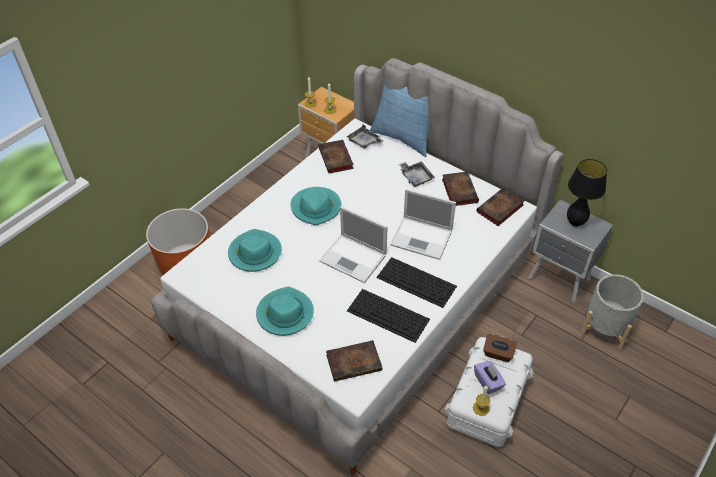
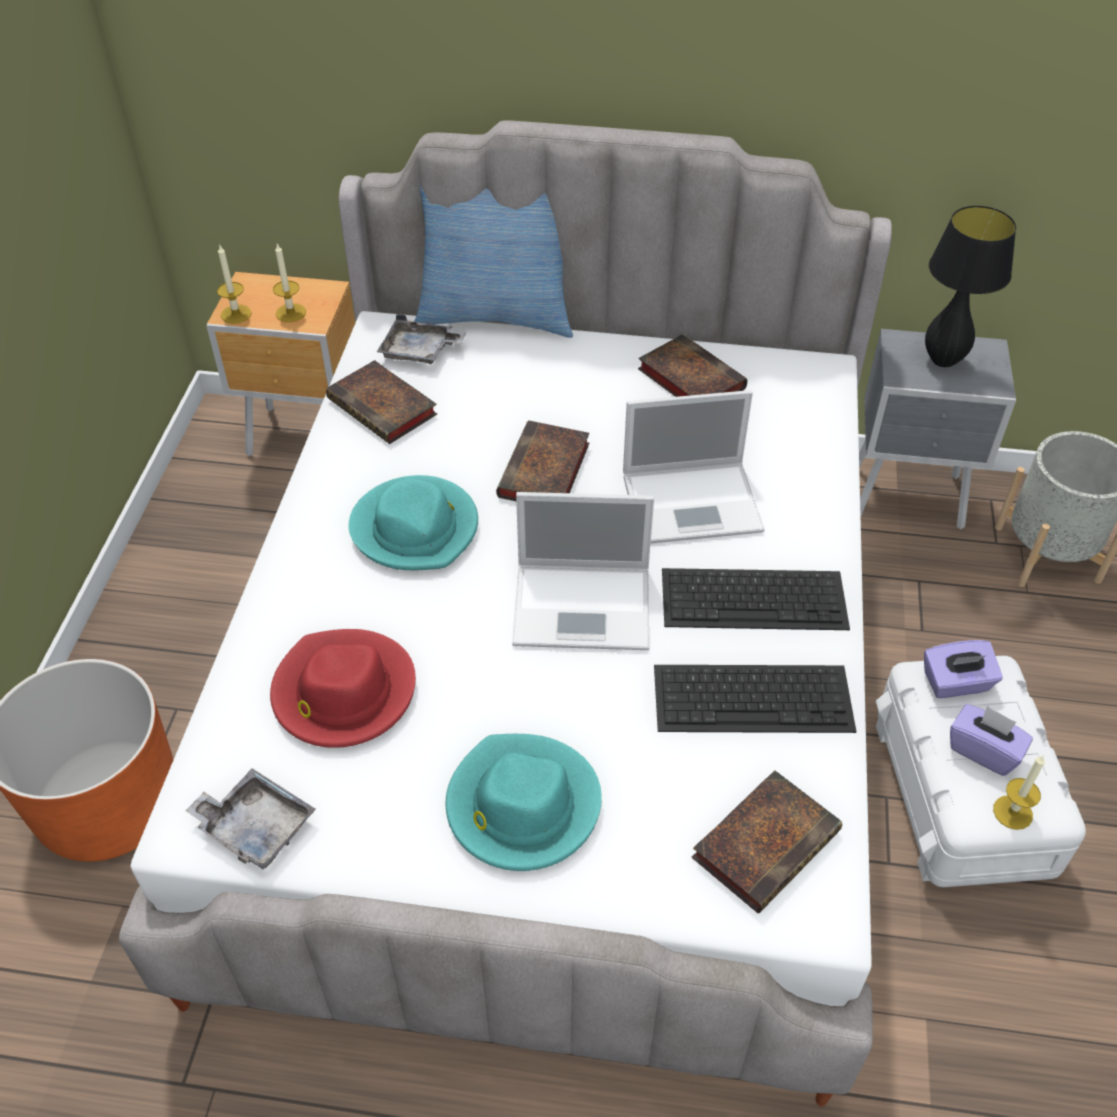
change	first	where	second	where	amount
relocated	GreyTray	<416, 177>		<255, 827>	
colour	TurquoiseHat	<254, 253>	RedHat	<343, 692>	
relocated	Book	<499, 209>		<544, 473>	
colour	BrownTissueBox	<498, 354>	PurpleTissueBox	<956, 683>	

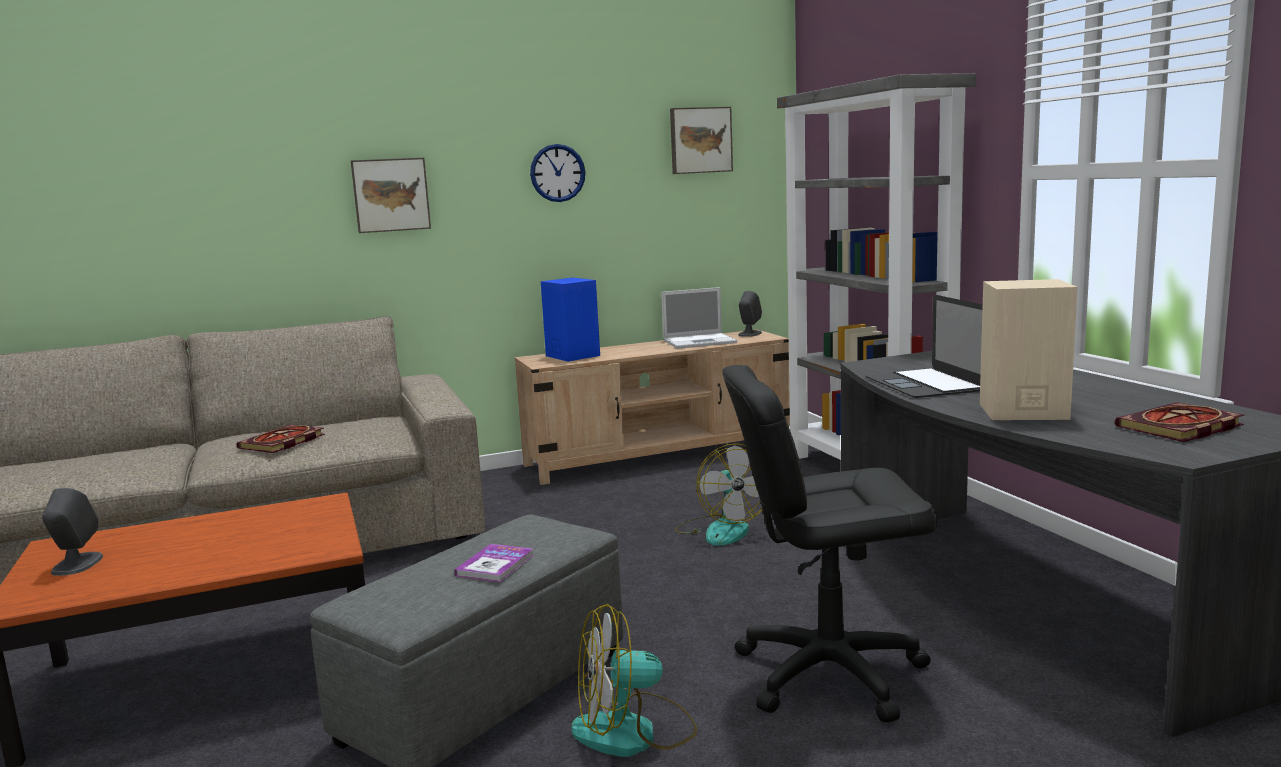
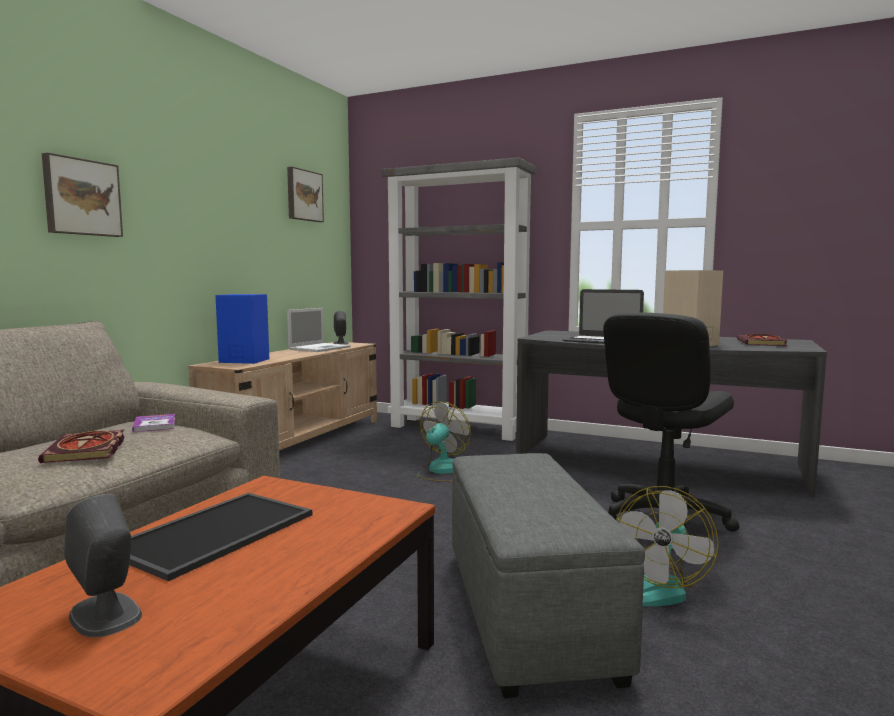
change	first	where	second	where	amount
appeared			Tray	<215, 534>	
relocated	Book	<495, 565>		<154, 425>	
spun	Fan	<722, 529>		<443, 471>	90 degrees counterclockwise
missing	WallClock	<557, 173>			

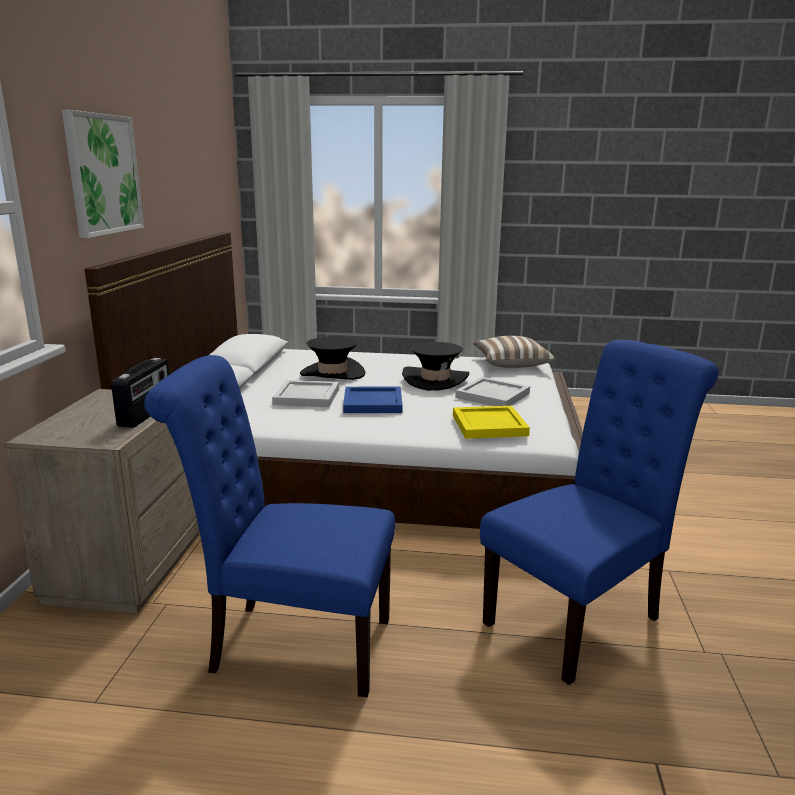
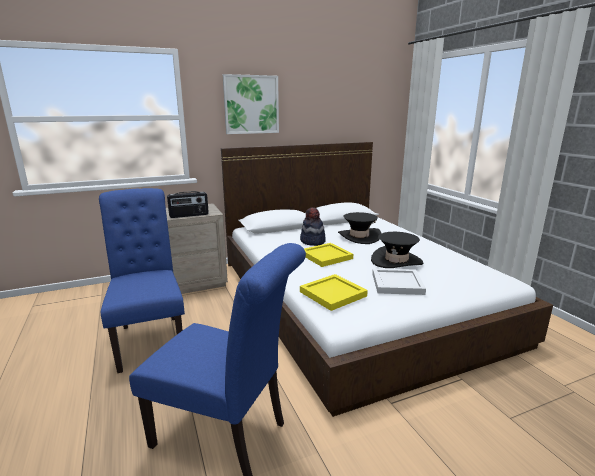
change	first	where	second	where	amount
exchanged	WhiteTray	<307, 397>	Hat	<312, 241>	
colour	BlueTray	<372, 403>	YellowTray	<326, 256>	
missing	Pillow	<511, 364>			

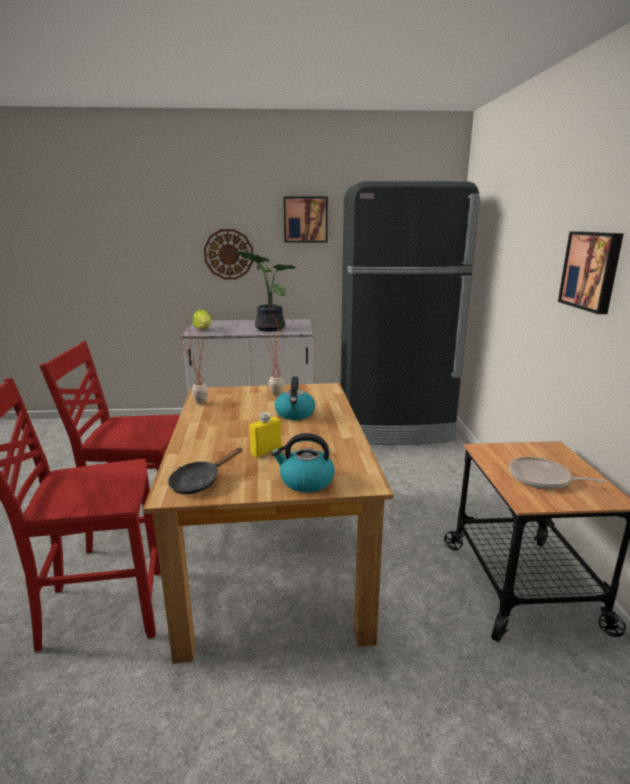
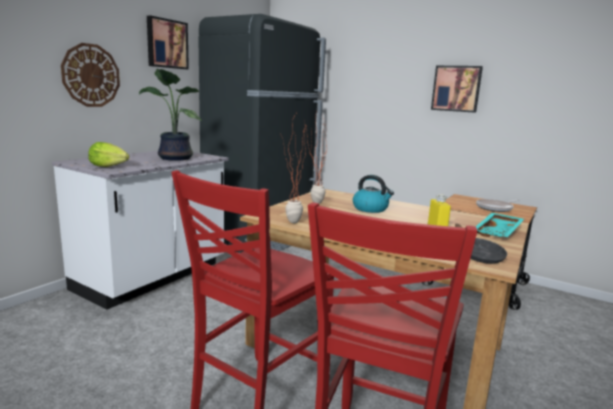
change	first	where	second	where	amount
exchanged	Kettle	<305, 481>	TurquoiseTray	<498, 232>	

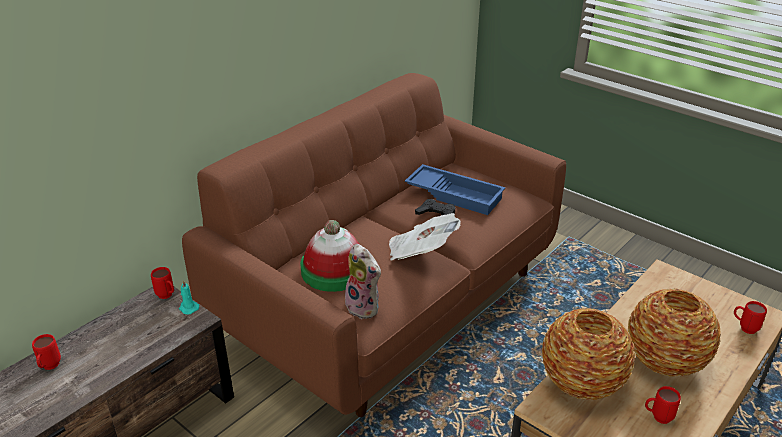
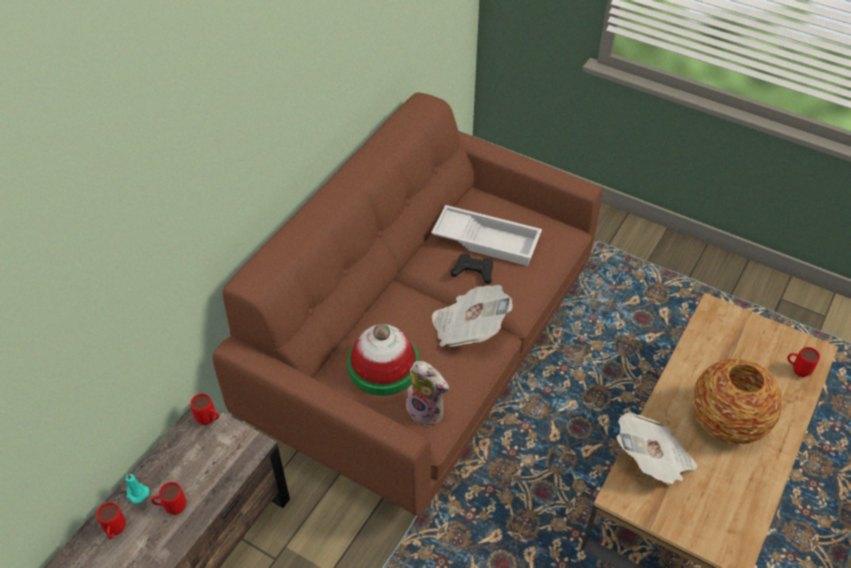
change	first	where	second	where	amount
relocated	TurquoiseCandle	<188, 308>		<136, 493>	
relocated	RedMug	<657, 417>		<171, 508>	
colour	BlueTray	<455, 194>	WhiteTray	<487, 239>	
exchanged	Vase	<582, 382>	Newspaper	<652, 460>	

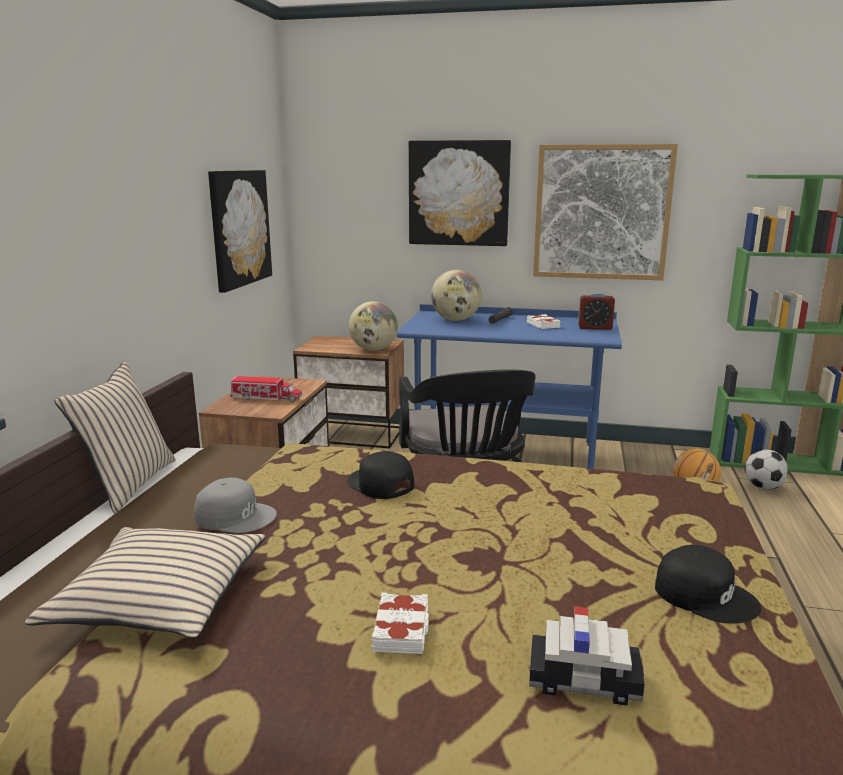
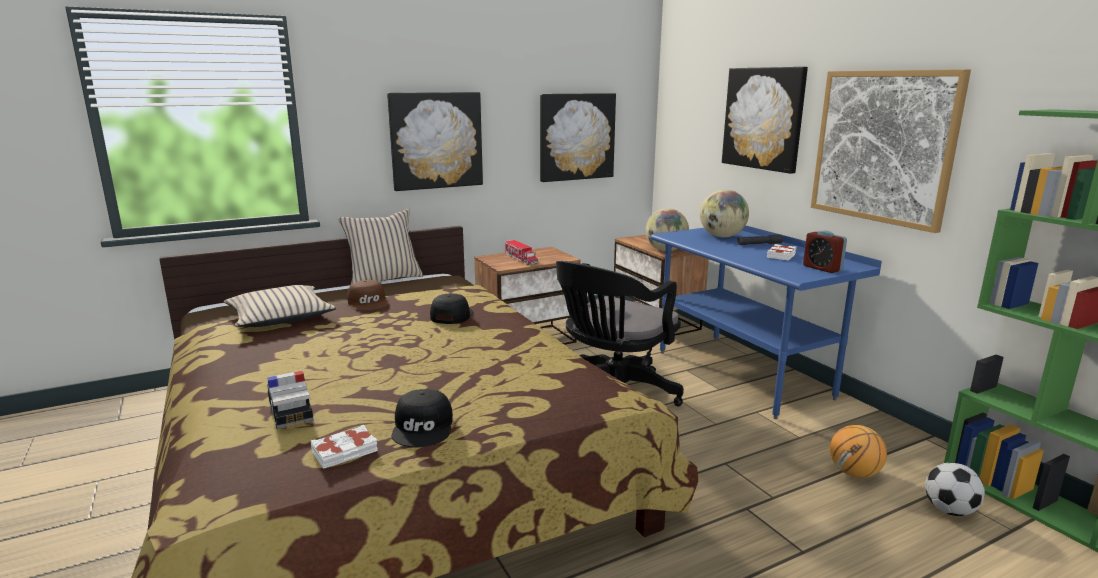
change	first	where	second	where	amount
relocated	WhiteBook	<402, 629>		<345, 452>	
colour	GreyCap	<235, 516>	BrownCap	<369, 303>	
appeared			Picture	<436, 140>	

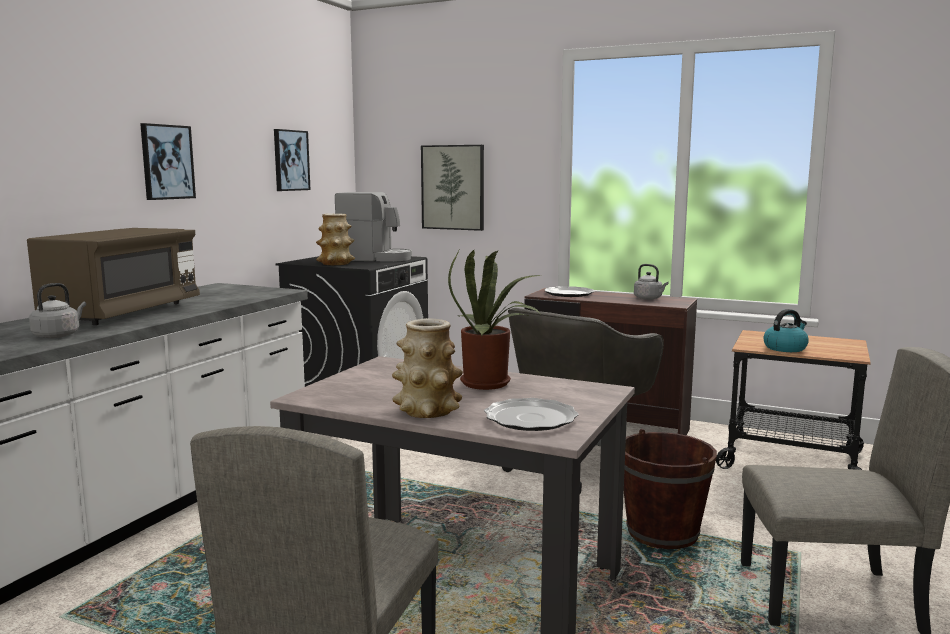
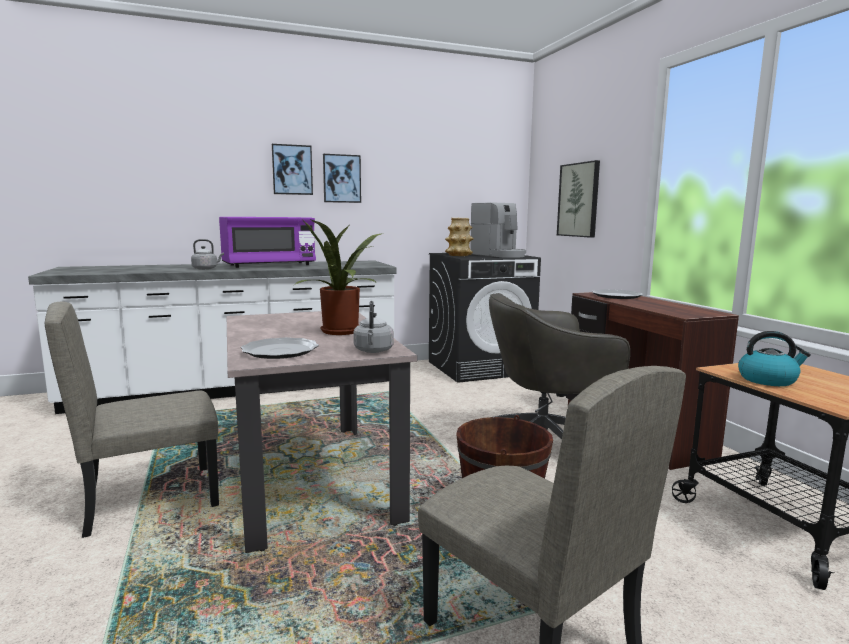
change	first	where	second	where	amount
colour	BrownMicrowave	<123, 313>	PurpleMicrowave	<269, 265>	
relocated	Picture	<290, 160>		<292, 170>	
relocated	GreyKettle	<649, 298>		<373, 351>	
missing	Vase	<427, 411>			

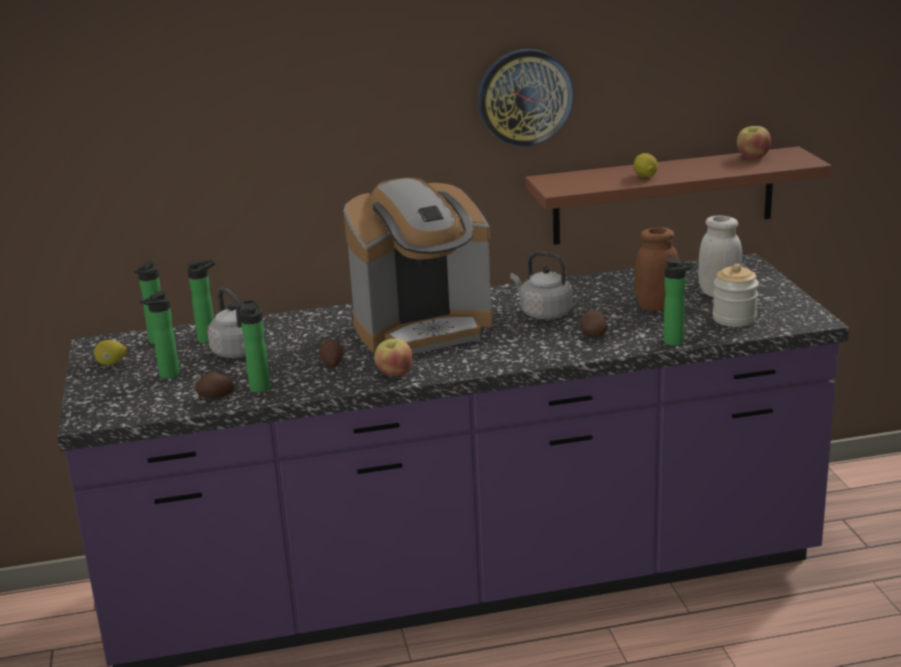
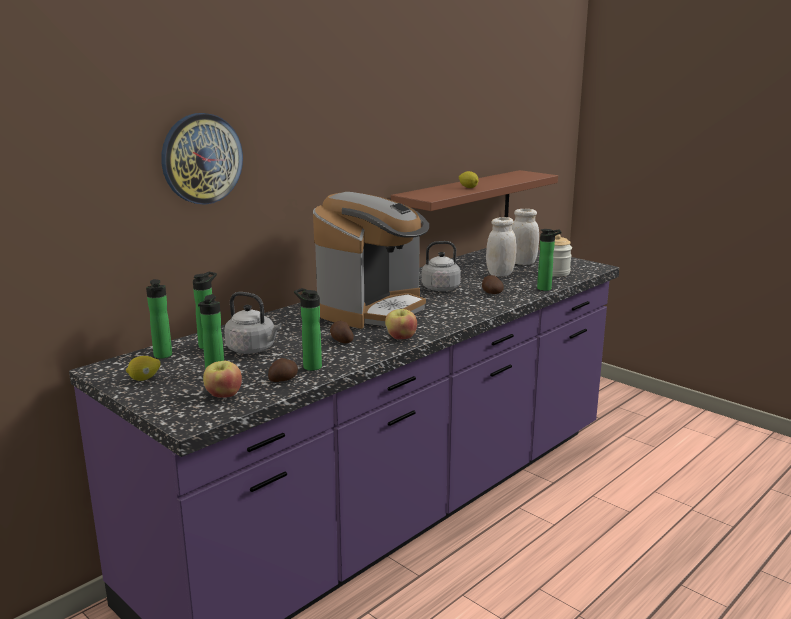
change	first	where	second	where	amount
relocated	WallClock	<524, 97>		<201, 158>	
relocated	Apple	<752, 157>		<223, 395>	
colour	BrownJar	<656, 307>	WhiteJar	<500, 274>	

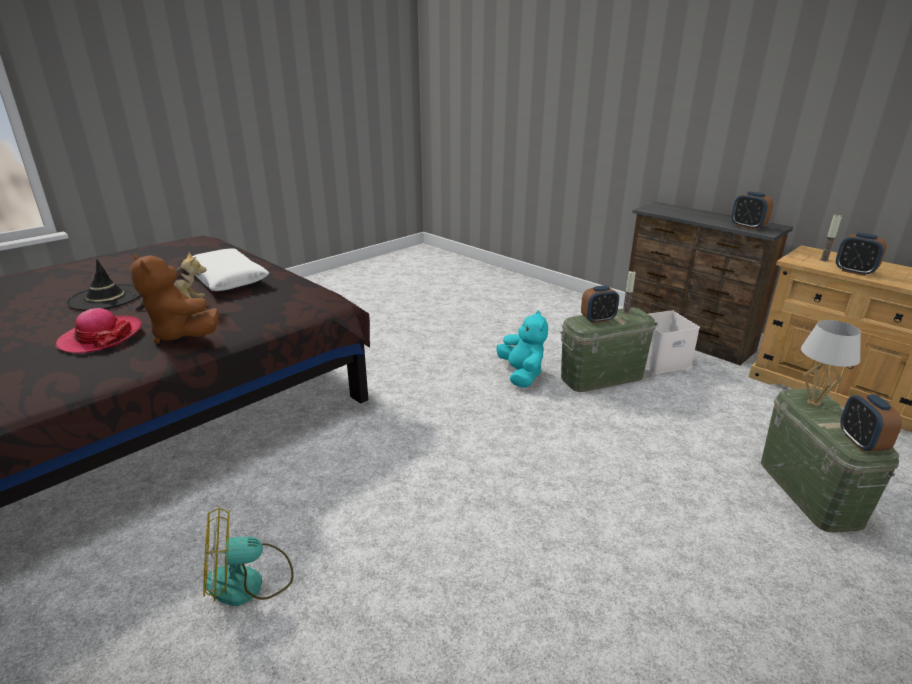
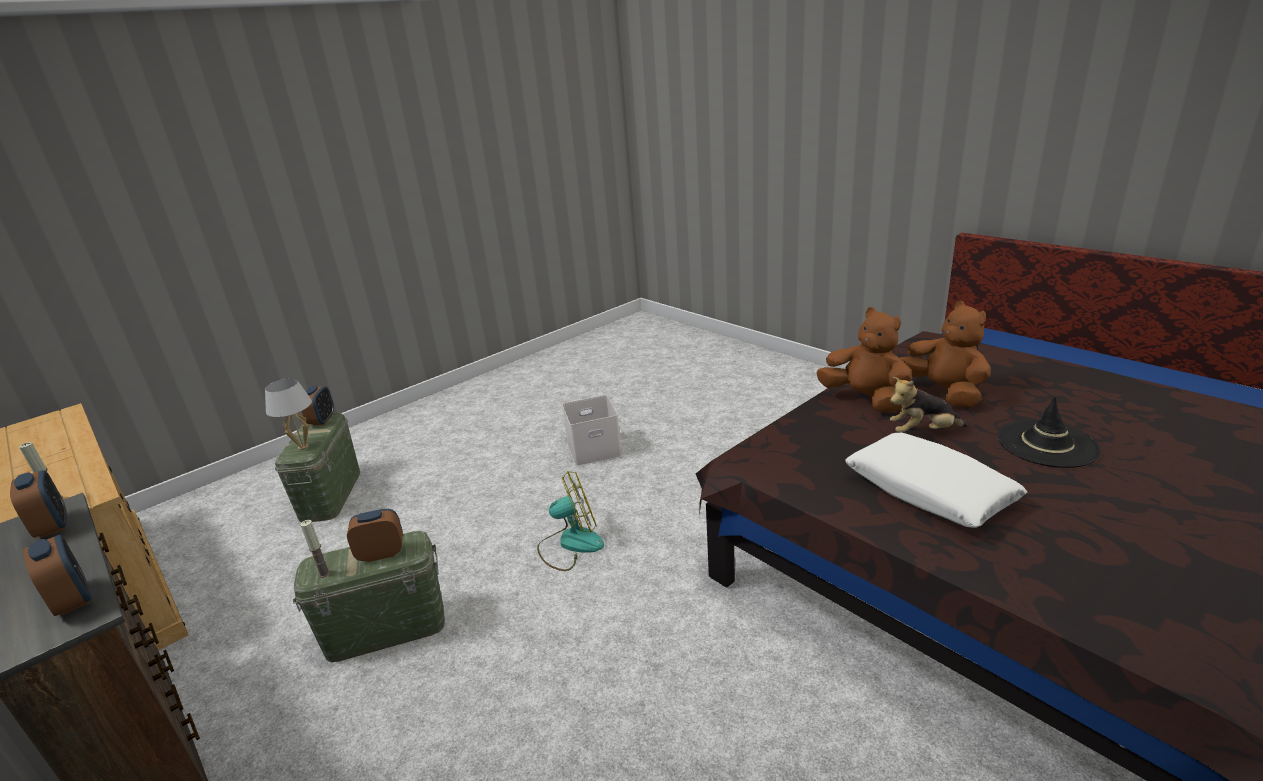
change	first	where	second	where	amount
relocated	AlarmClock	<854, 271>		<73, 600>	
relocated	Fan	<249, 582>		<570, 544>	
relocated	WhiteStorageBox	<660, 360>		<593, 450>	
exchanged	Hat	<101, 337>	BrownPlushToy	<944, 392>	
missing	TurquoisePlushToy	<521, 375>			

